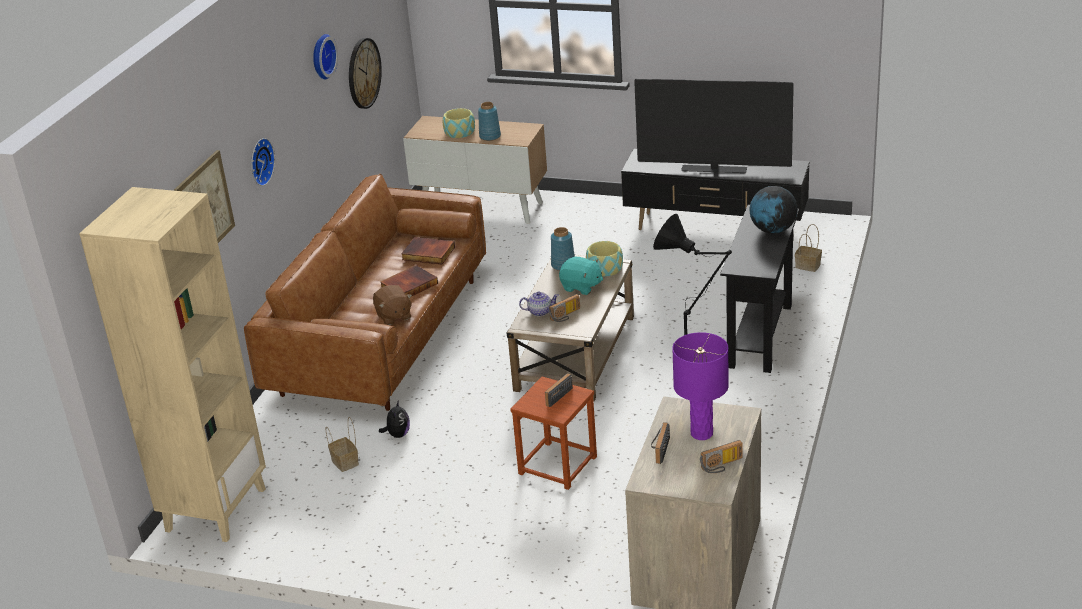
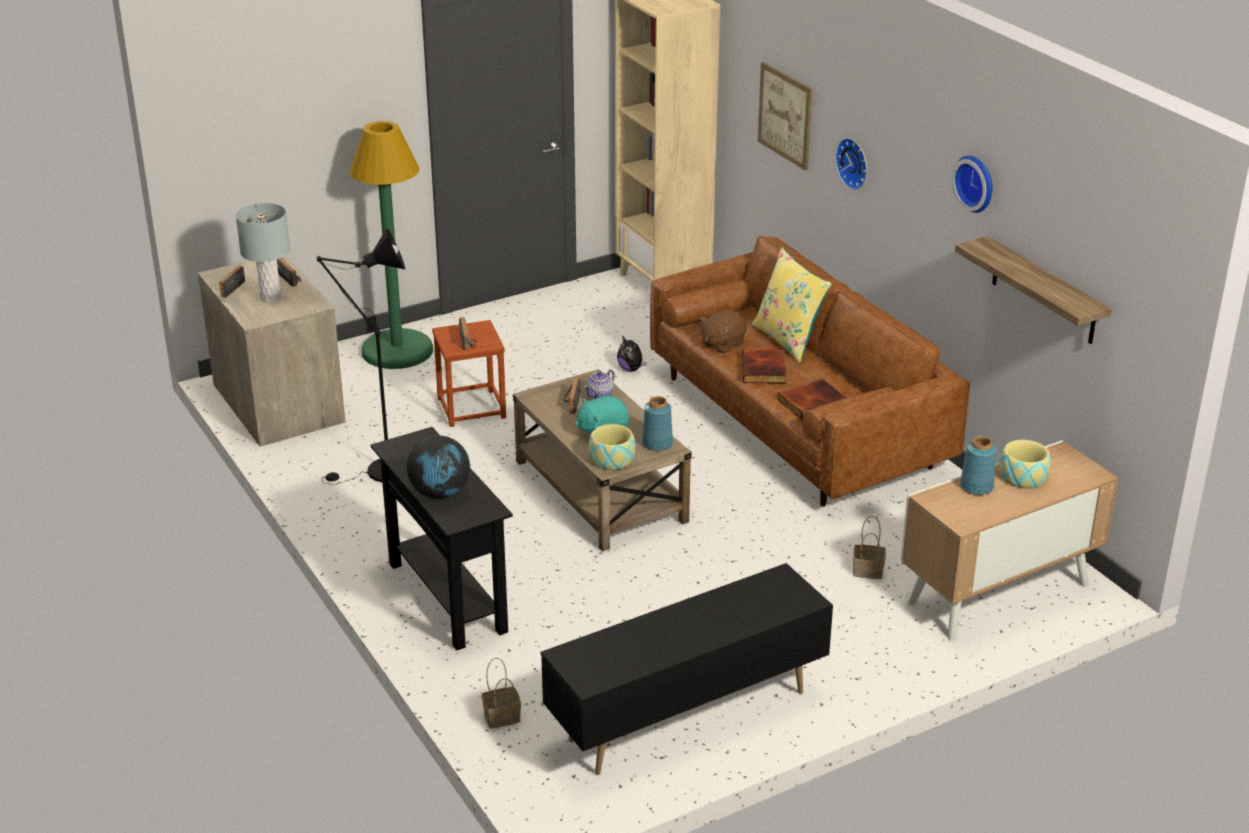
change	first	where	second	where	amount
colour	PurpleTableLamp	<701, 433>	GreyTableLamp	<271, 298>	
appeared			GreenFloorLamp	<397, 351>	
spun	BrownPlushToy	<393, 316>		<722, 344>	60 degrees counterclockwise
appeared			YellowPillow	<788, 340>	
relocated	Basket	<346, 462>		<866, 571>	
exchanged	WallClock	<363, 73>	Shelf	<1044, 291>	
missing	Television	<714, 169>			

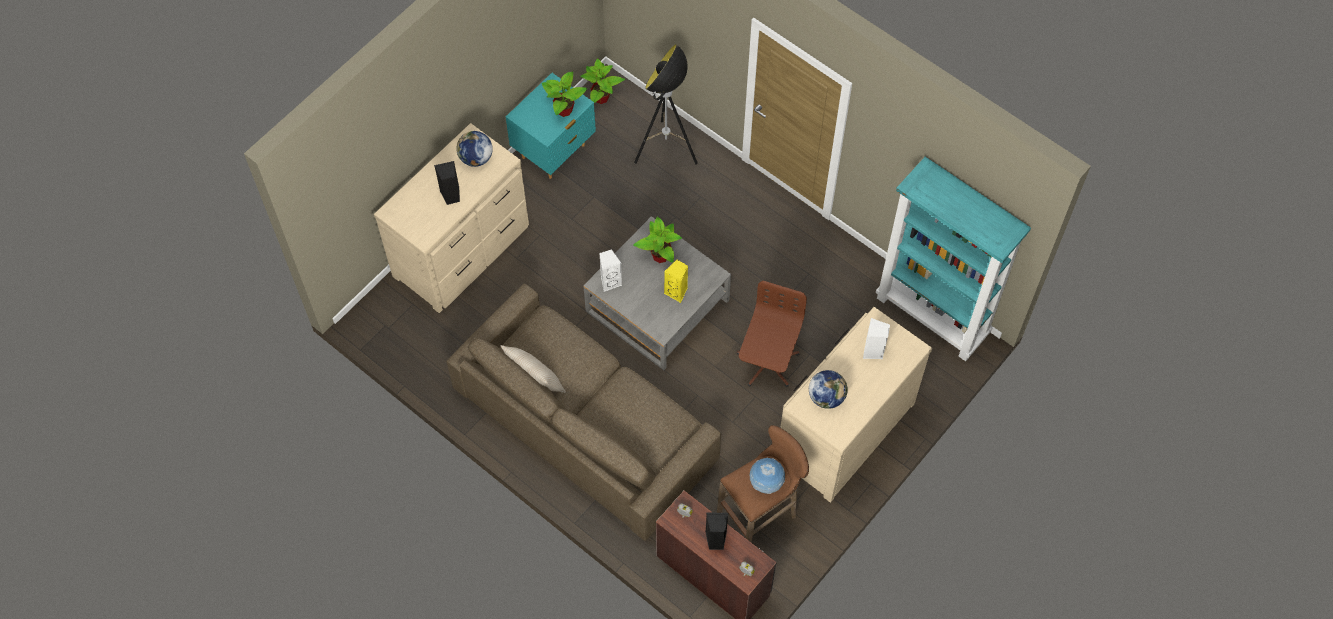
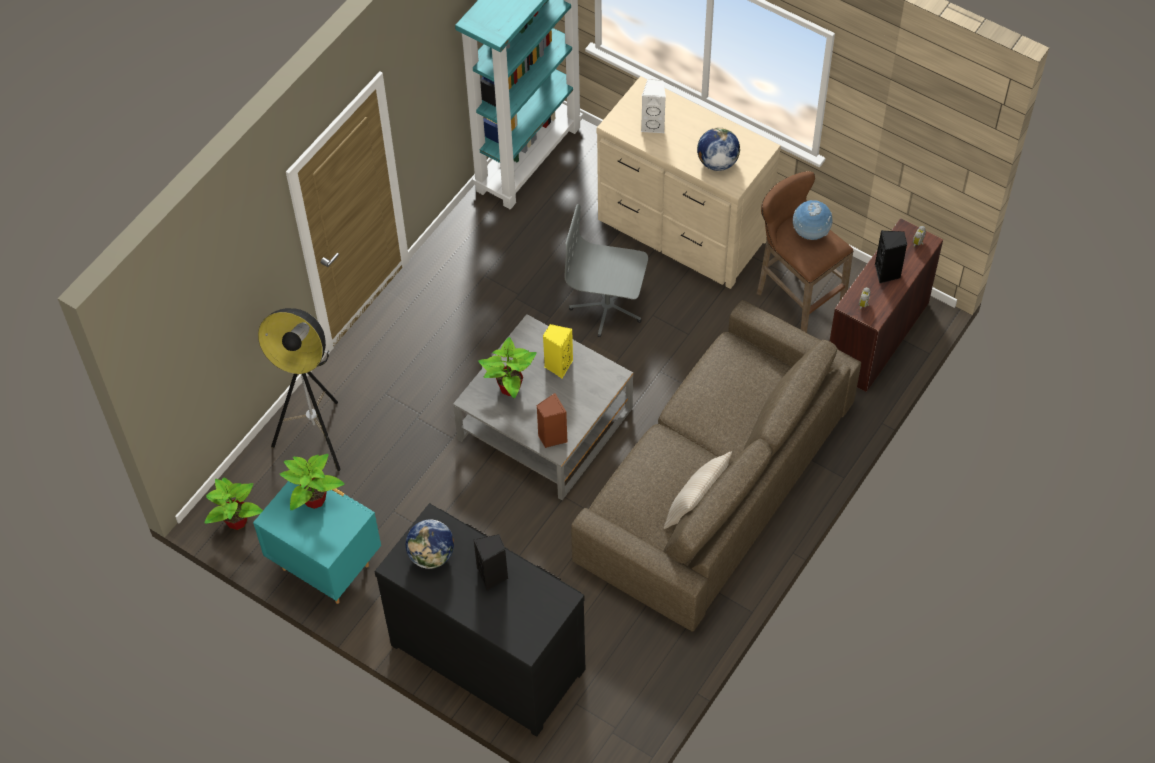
change	first	where	second	where	amount
colour	BeigeDresser	<463, 251>	BlackDresser	<489, 654>	
colour	WhiteSpeaker	<610, 281>	BrownSpeaker	<552, 437>	
colour	BrownOfficeChair	<767, 362>	GreyOfficeChair	<607, 307>	

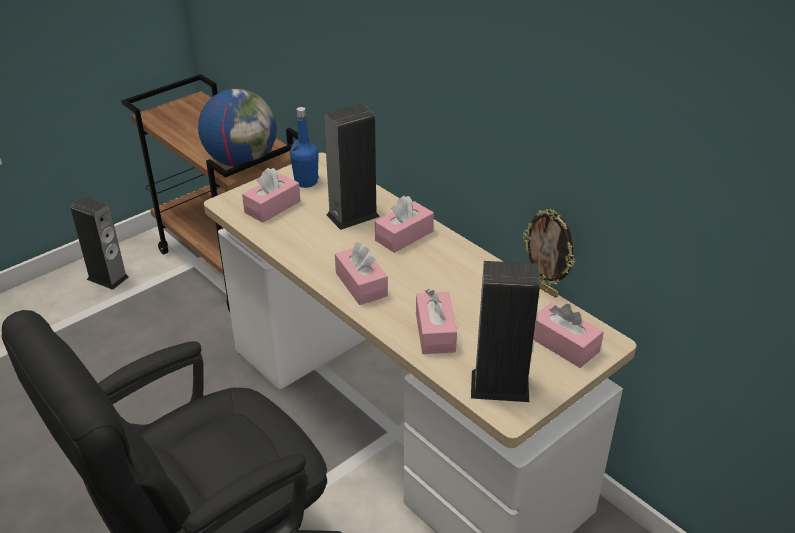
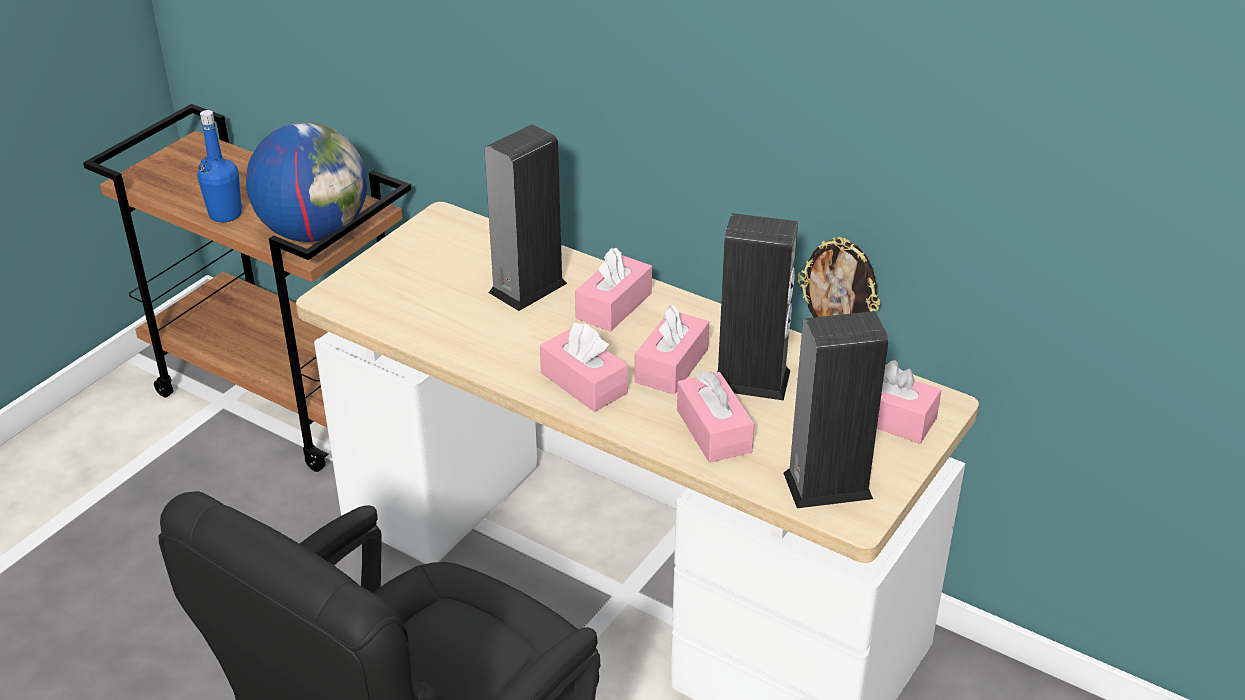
change	first	where	second	where	amount
relocated	BlueBottle	<306, 182>		<225, 214>	
relocated	PinkTissueBox	<272, 207>		<671, 366>	
relocated	Speaker	<108, 278>		<751, 380>	

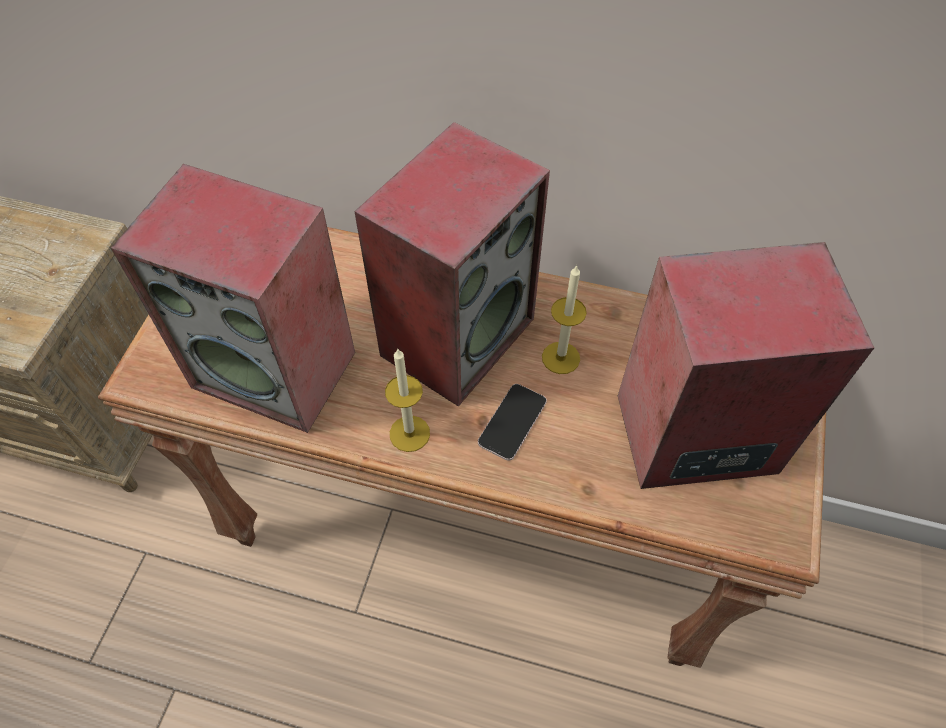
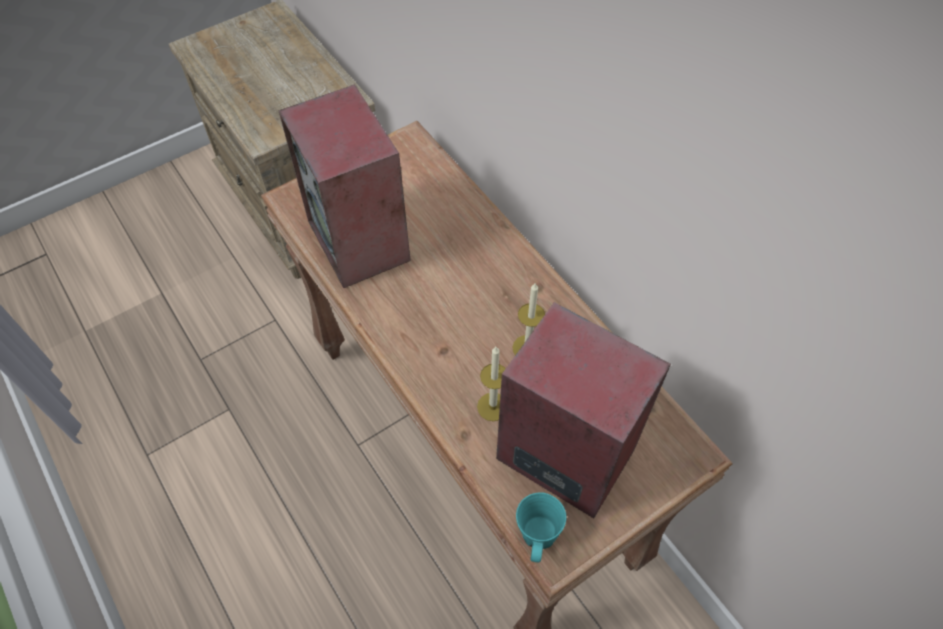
change	first	where	second	where	amount
relocated	Candle	<409, 433>		<492, 406>	
appeared			TurquoiseMug	<537, 535>	
missing	Speaker	<457, 334>			
missing	Phone	<512, 422>			

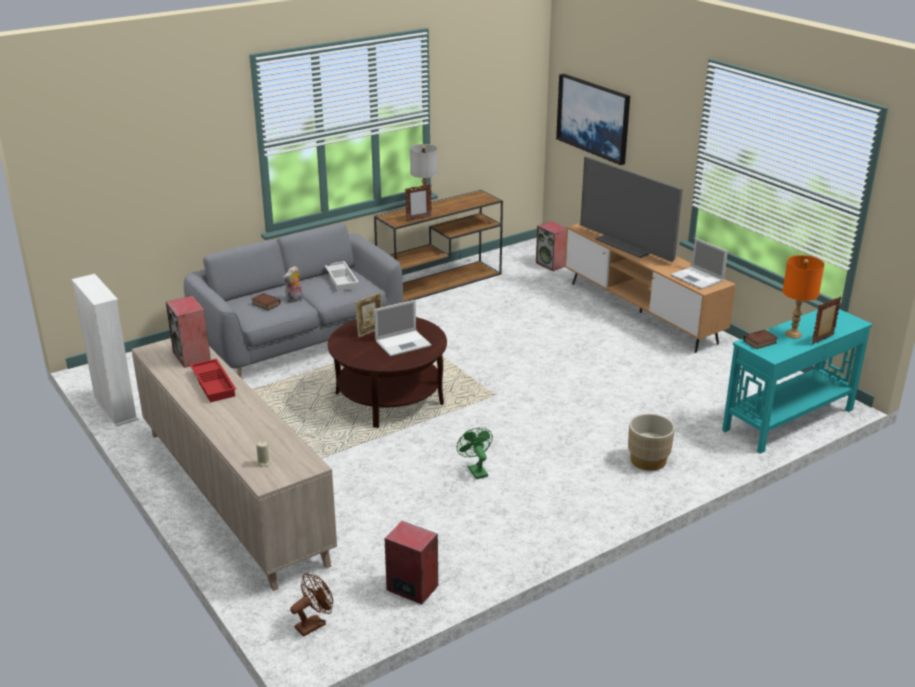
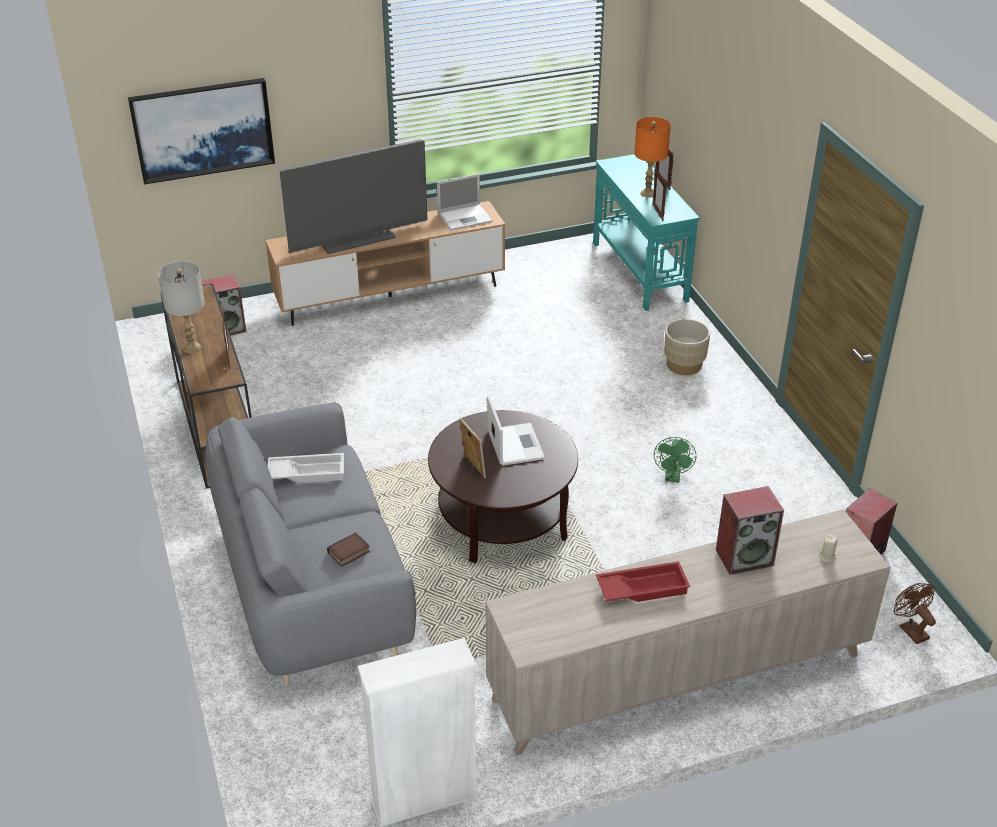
change	first	where	second	where	amount
exchanged	Book	<760, 342>	PictureFrame	<658, 213>	
spun	GreenFan	<475, 470>		<672, 477>	75 degrees counterclockwise
relocated	Speaker	<192, 356>		<745, 557>	
missing	PlushToy	<295, 300>			

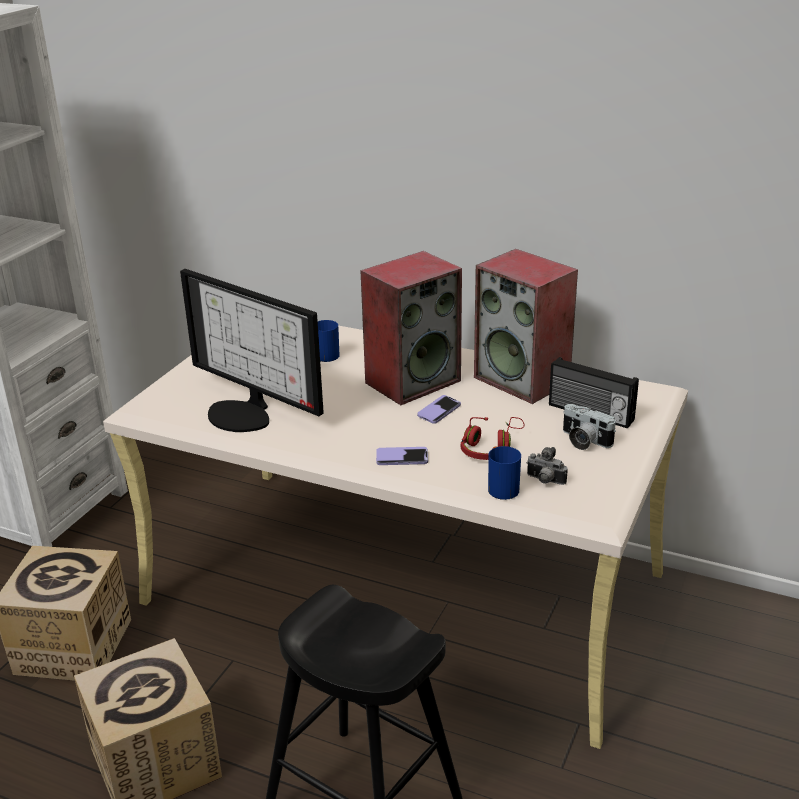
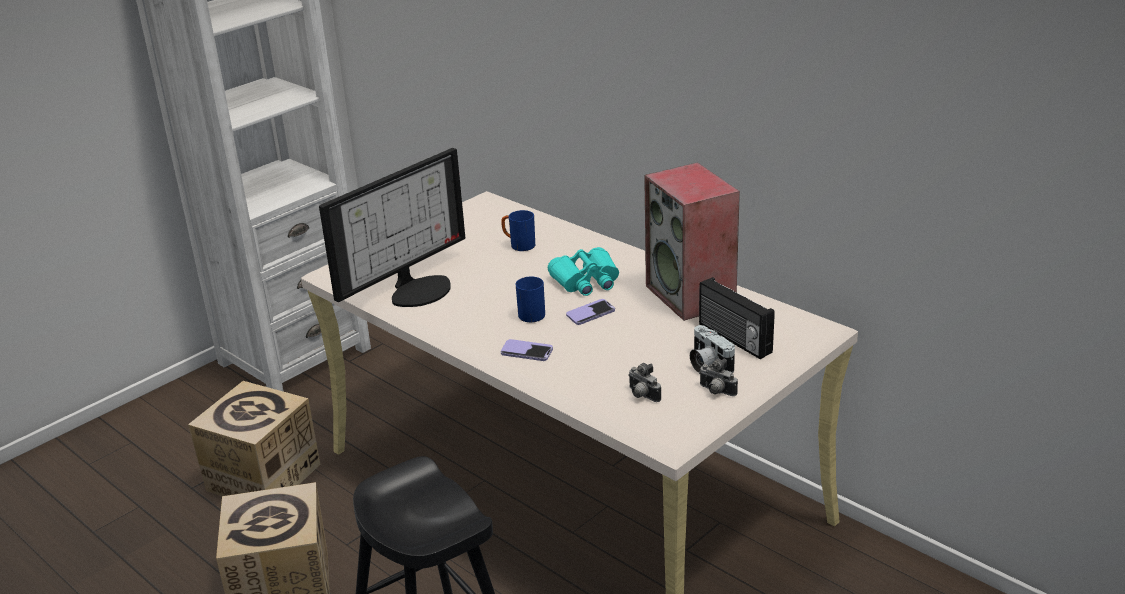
change	first	where	second	where	amount
spun	Monitor	<245, 413>		<417, 289>	105 degrees counterclockwise
relocated	BlueMug	<500, 487>		<532, 313>	
exchanged	Speaker	<413, 381>	TurquoiseBinoculars	<586, 281>	
appeared			PhotoCamera	<716, 392>	
missing	RedHeadphones	<490, 447>			

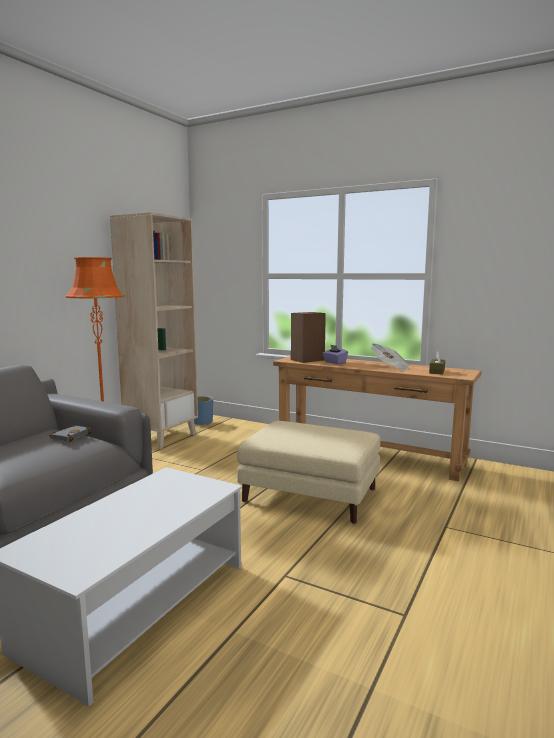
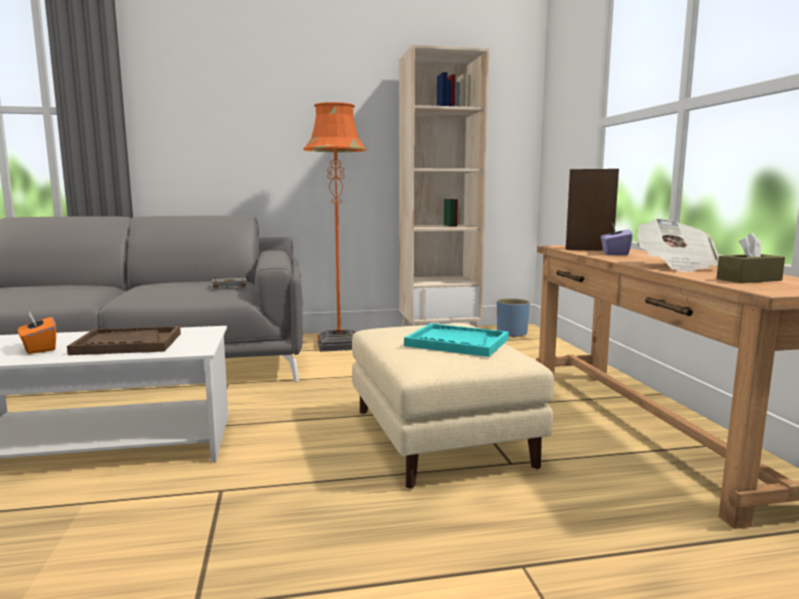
change	first	where	second	where	amount
appeared			OrangeTissueBox	<39, 348>	
appeared			BrownTray	<127, 344>	
appeared			TurquoiseTray	<456, 343>	

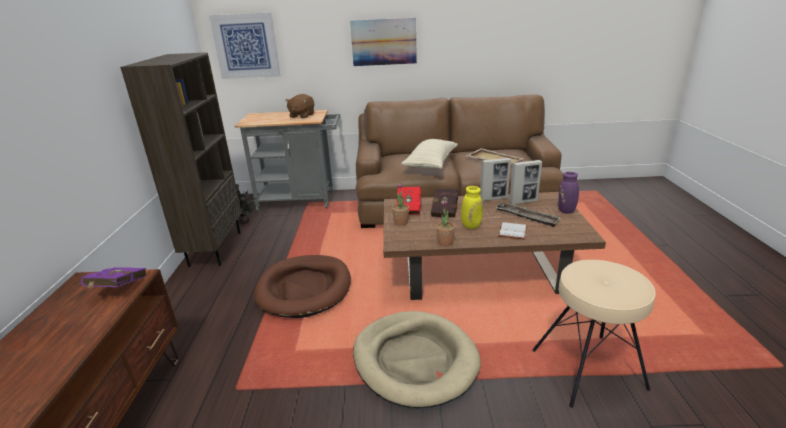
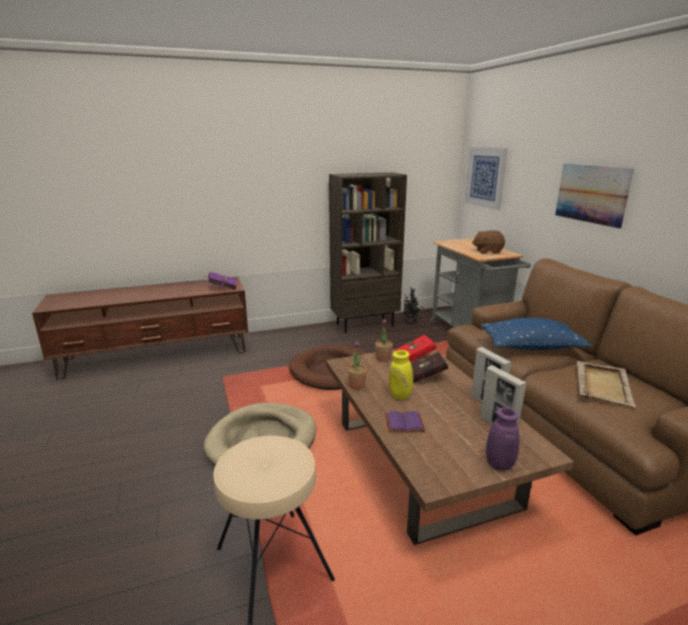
change	first	where	second	where	amount
colour	WhiteBook	<511, 231>	PurpleBook	<405, 422>	
colour	BeigePillow	<431, 164>	BluePillow	<530, 347>	
missing	Tray	<526, 217>			

